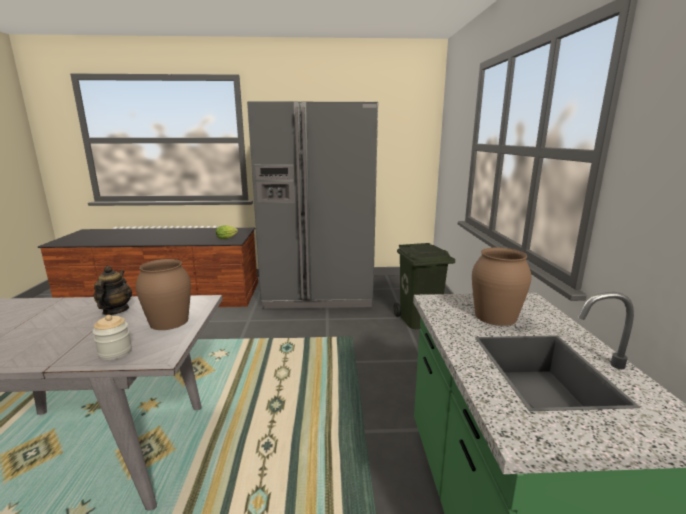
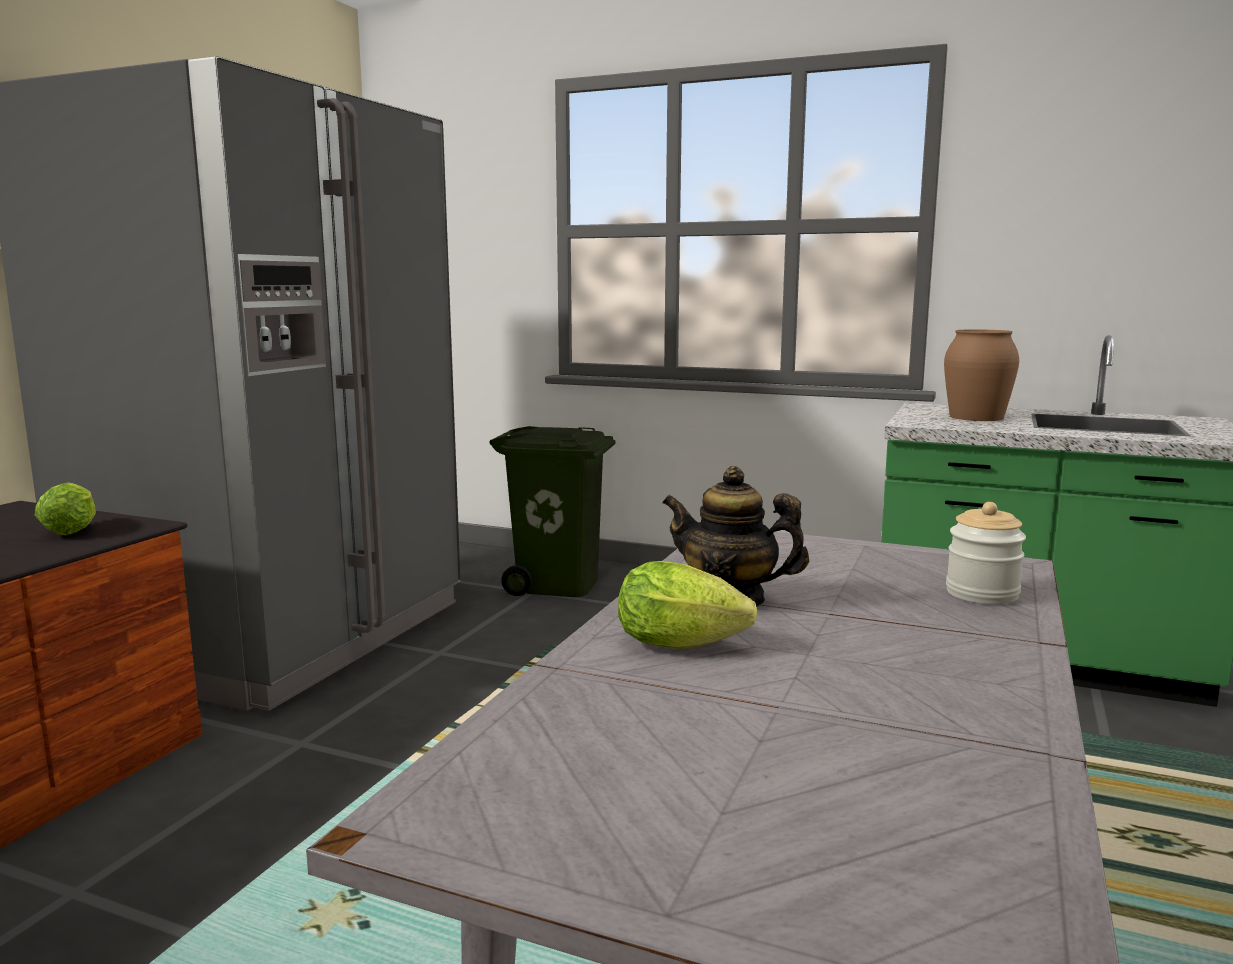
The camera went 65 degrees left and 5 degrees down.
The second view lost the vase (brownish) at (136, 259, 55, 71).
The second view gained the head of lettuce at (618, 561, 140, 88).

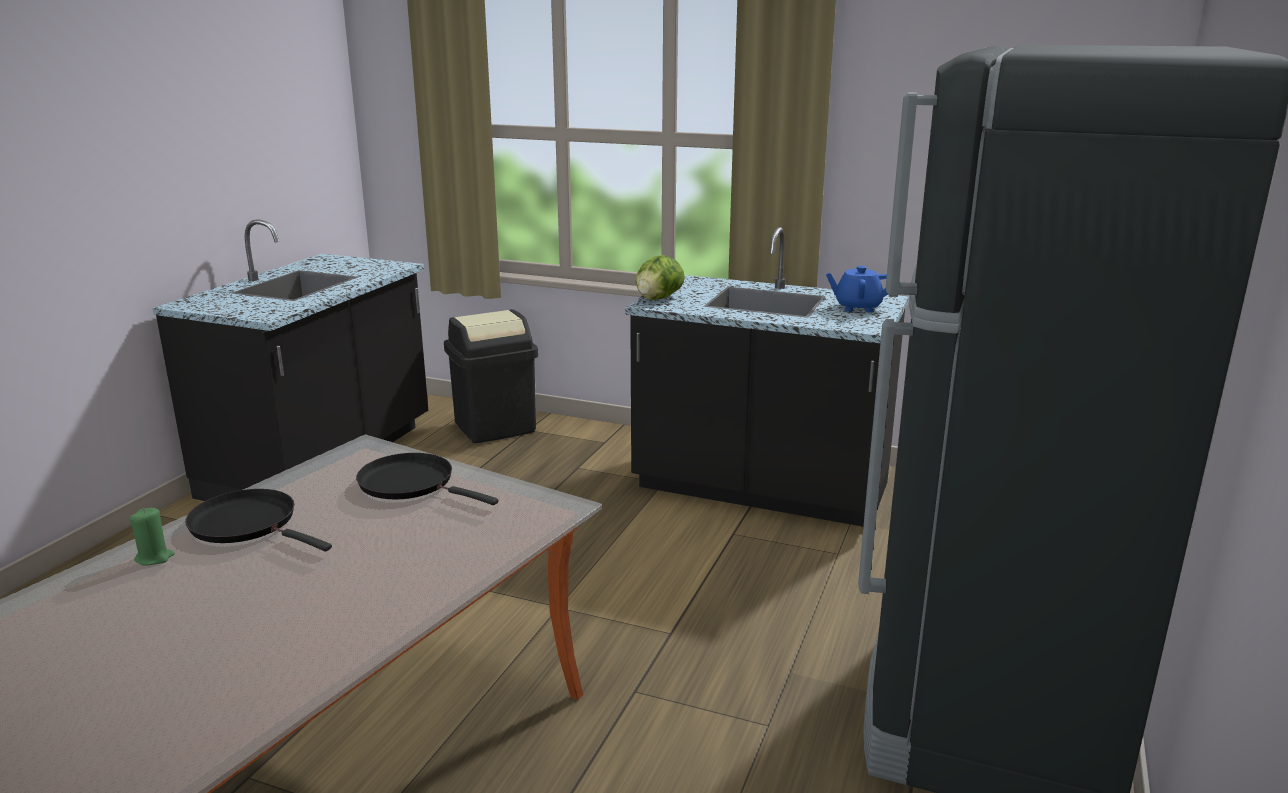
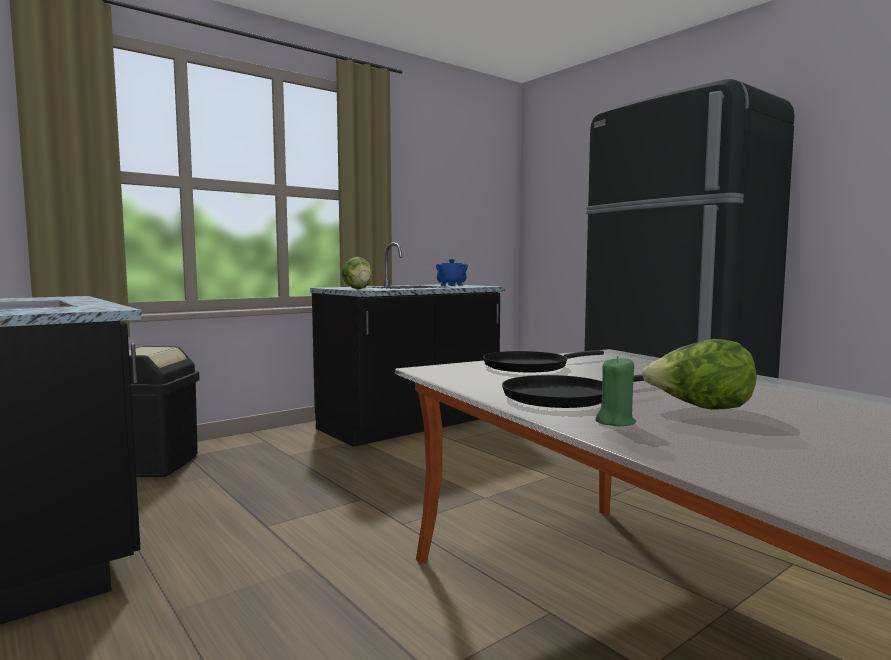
The camera went 60 degrees left and 15 degrees down.
The second view gained the head of lettuce at (642, 339, 114, 71).

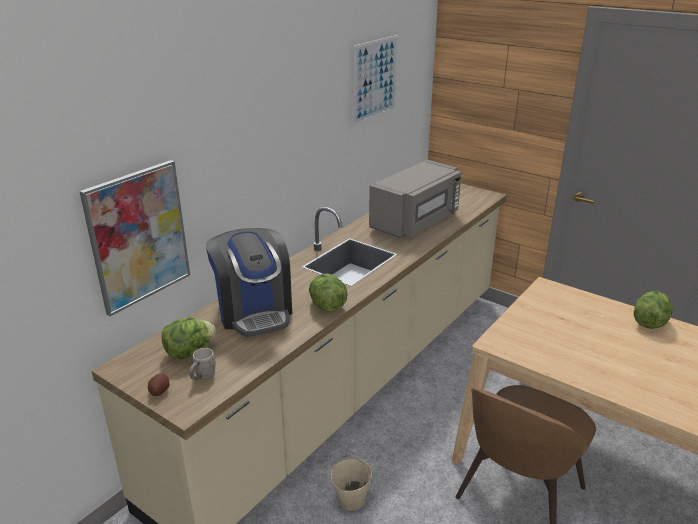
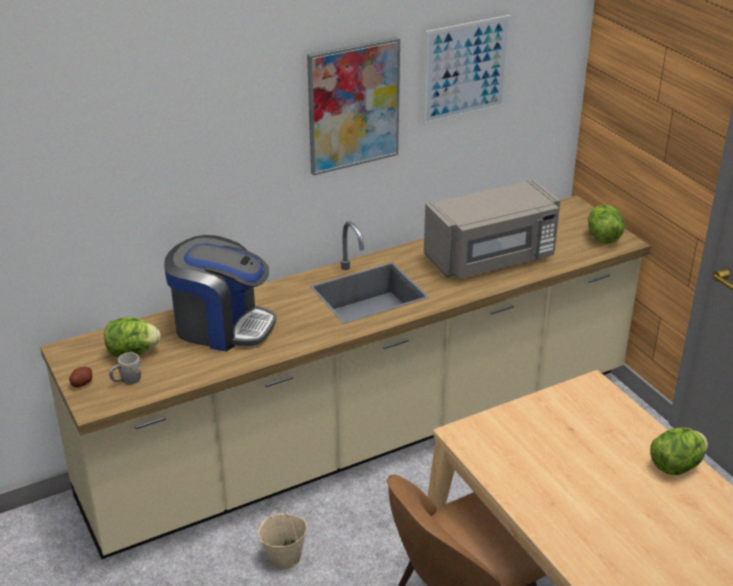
The camera went 25 degrees right and 5 degrees up.
The wall art ended up elsewhere, having gone from (79, 160, 111, 156) to (307, 37, 93, 139).
The coffee machine at (206, 228, 86, 109) ended up facing another way, 75 degrees counterclockwise from before.
The head of lettuce ended up elsewhere, having gone from (309, 274, 39, 39) to (588, 205, 37, 39).

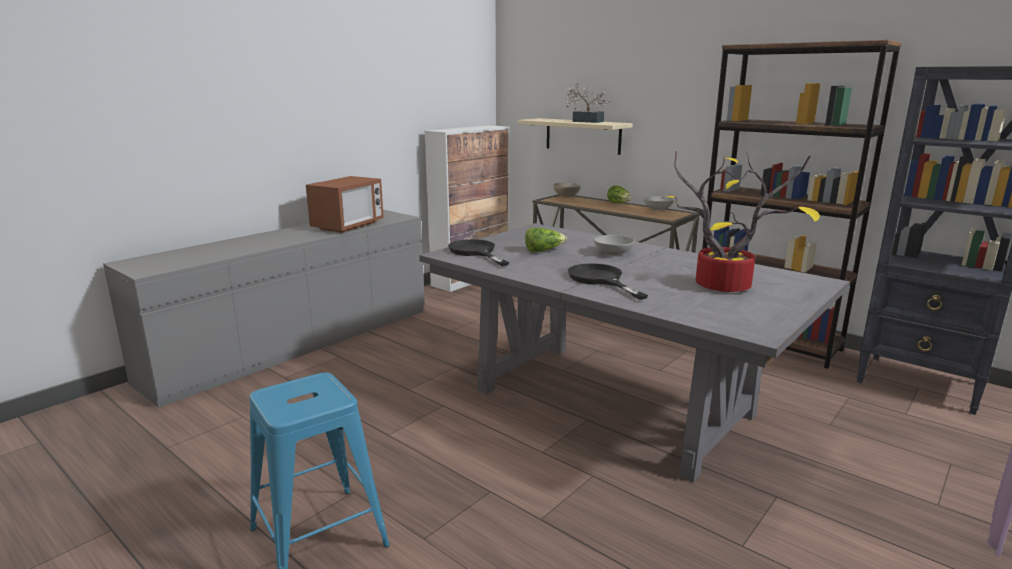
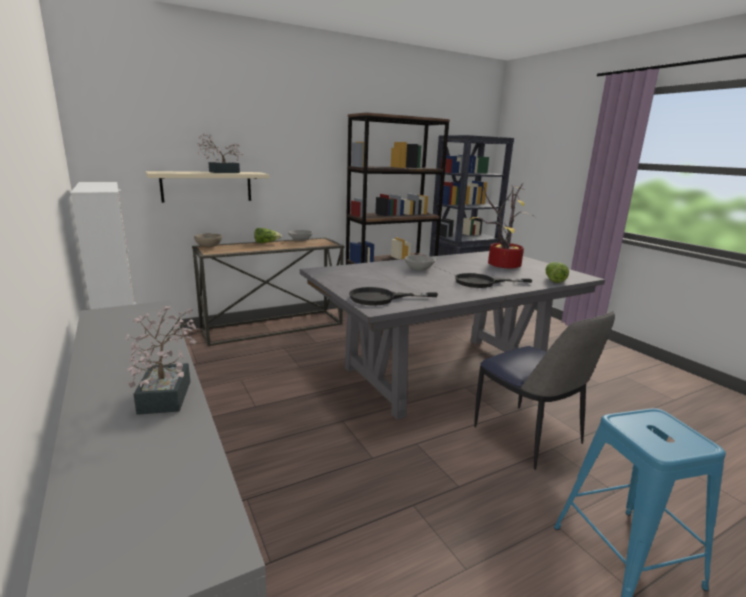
The camera went 70 degrees left and 0 degrees up.
The second view lost the microwave oven at (306, 176, 78, 57).
The head of lettuce ended up elsewhere, having gone from (525, 228, 42, 24) to (546, 262, 23, 21).
The second view gained the houseplant at (125, 306, 72, 109).
The second view gained the chair at (474, 311, 141, 159).

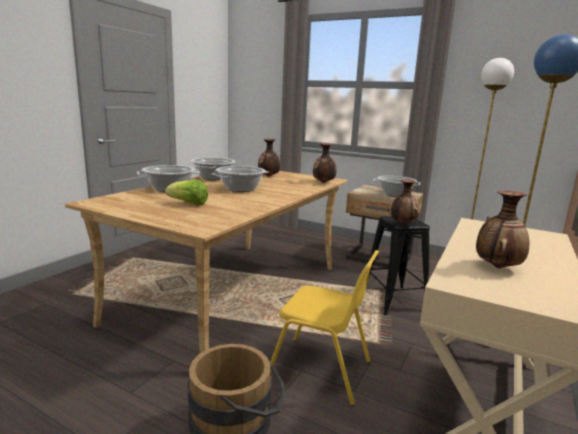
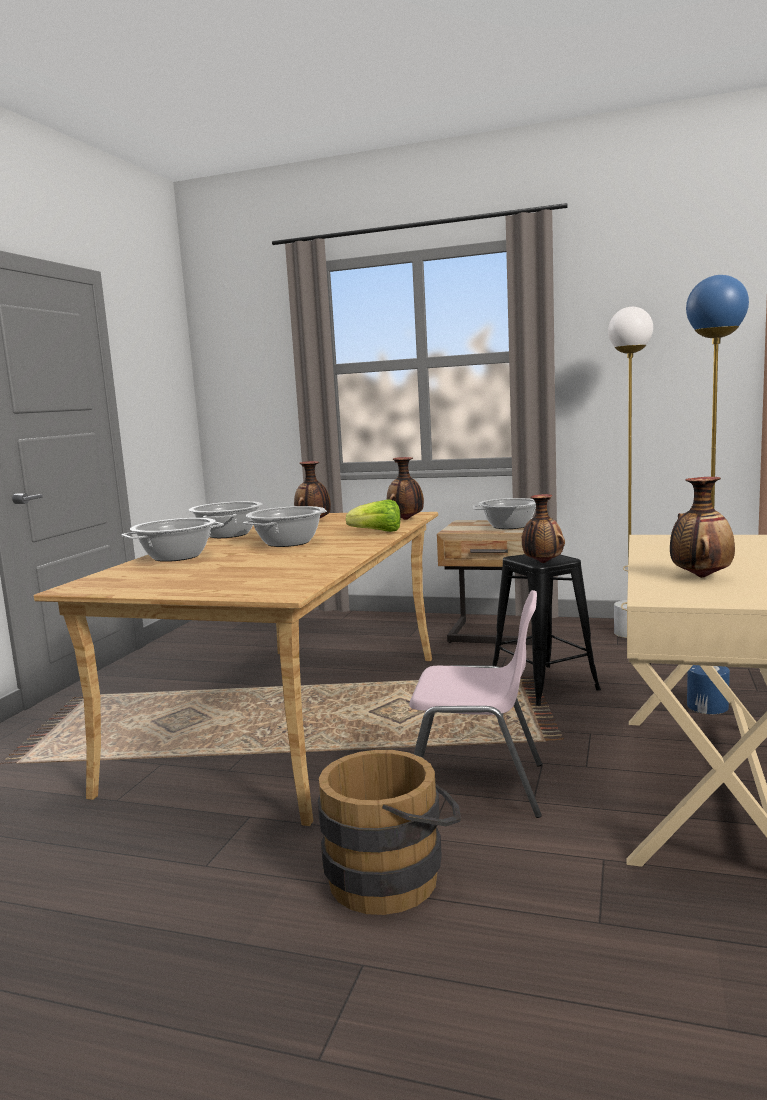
The camera went 10 degrees left and 5 degrees down.
The head of lettuce ended up elsewhere, having gone from (165, 180, 43, 25) to (346, 499, 55, 33).
What was the chair (yellowish) at (270, 250, 109, 156) turned into the chair (pink-coloured) at (409, 590, 133, 228).

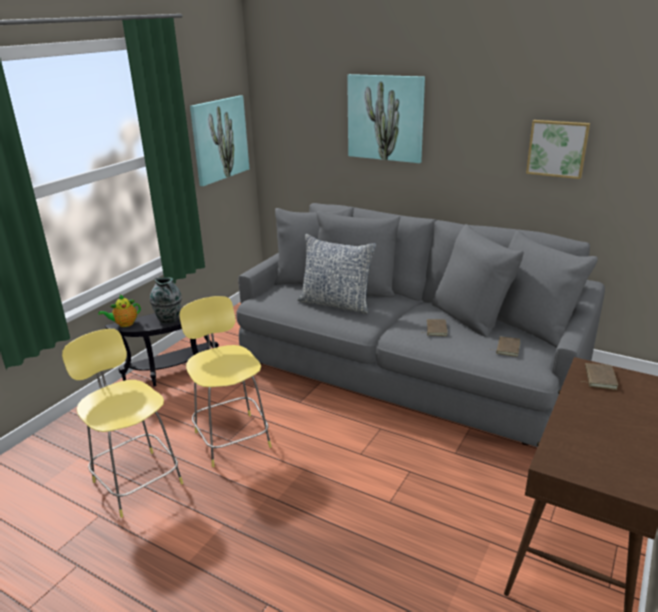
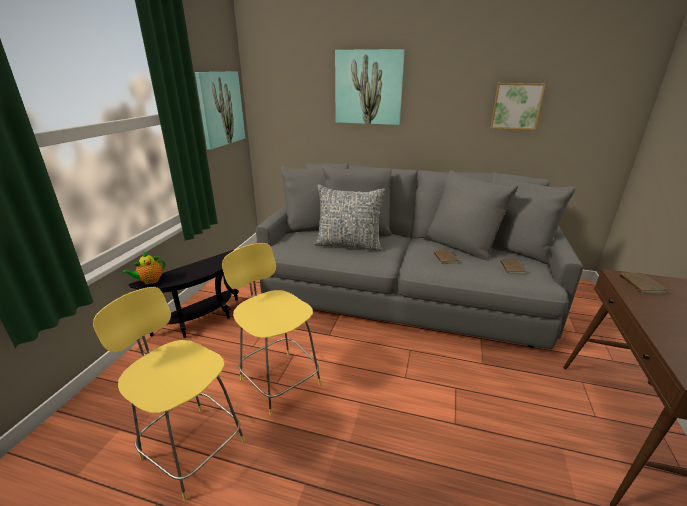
The camera went 15 degrees left and 0 degrees up.
The second view lost the vase at (150, 278, 32, 46).

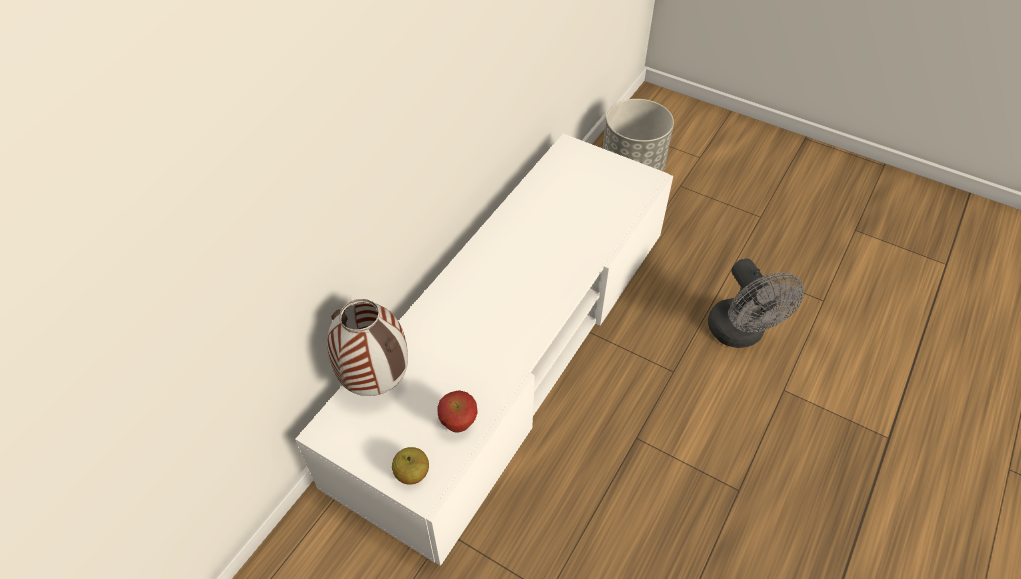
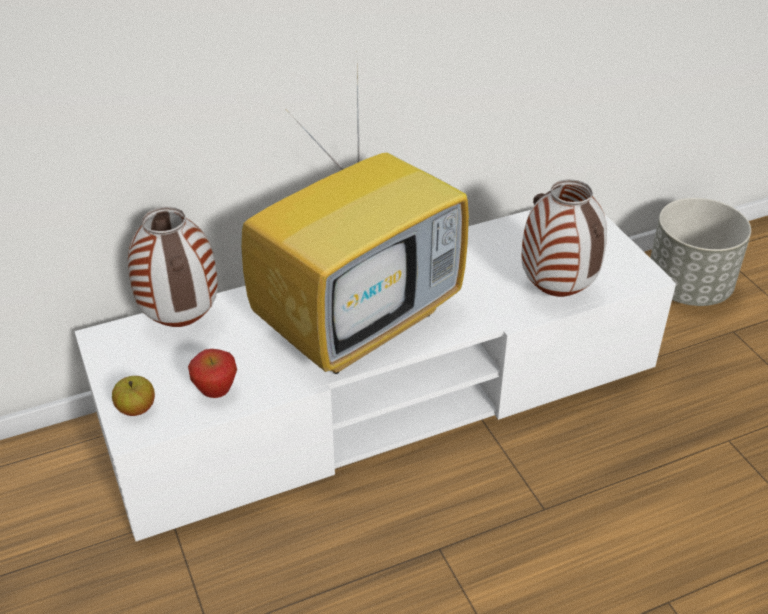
The camera went 35 degrees right and 10 degrees down.
The second view lost the cooling fan (grey) at (708, 259, 96, 89).
The second view gained the TV set at (241, 72, 228, 302).
The second view gained the vase at (522, 179, 85, 118).

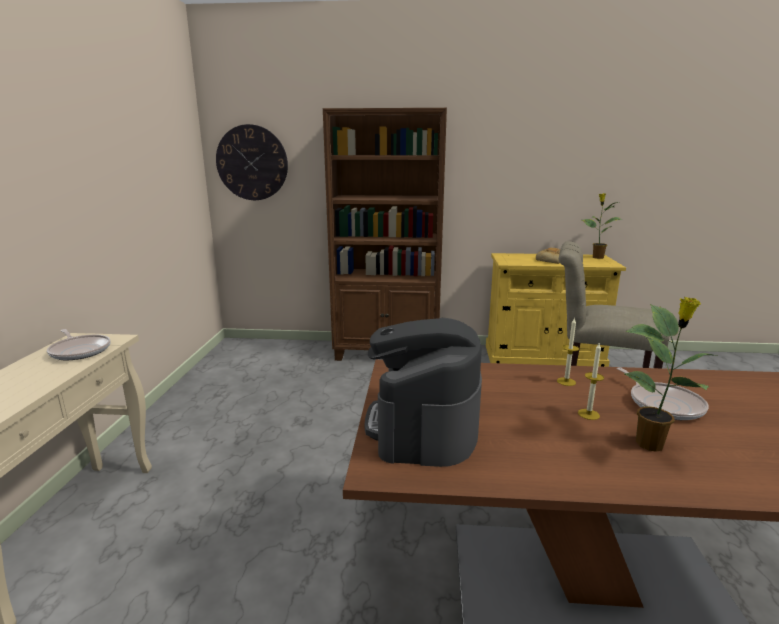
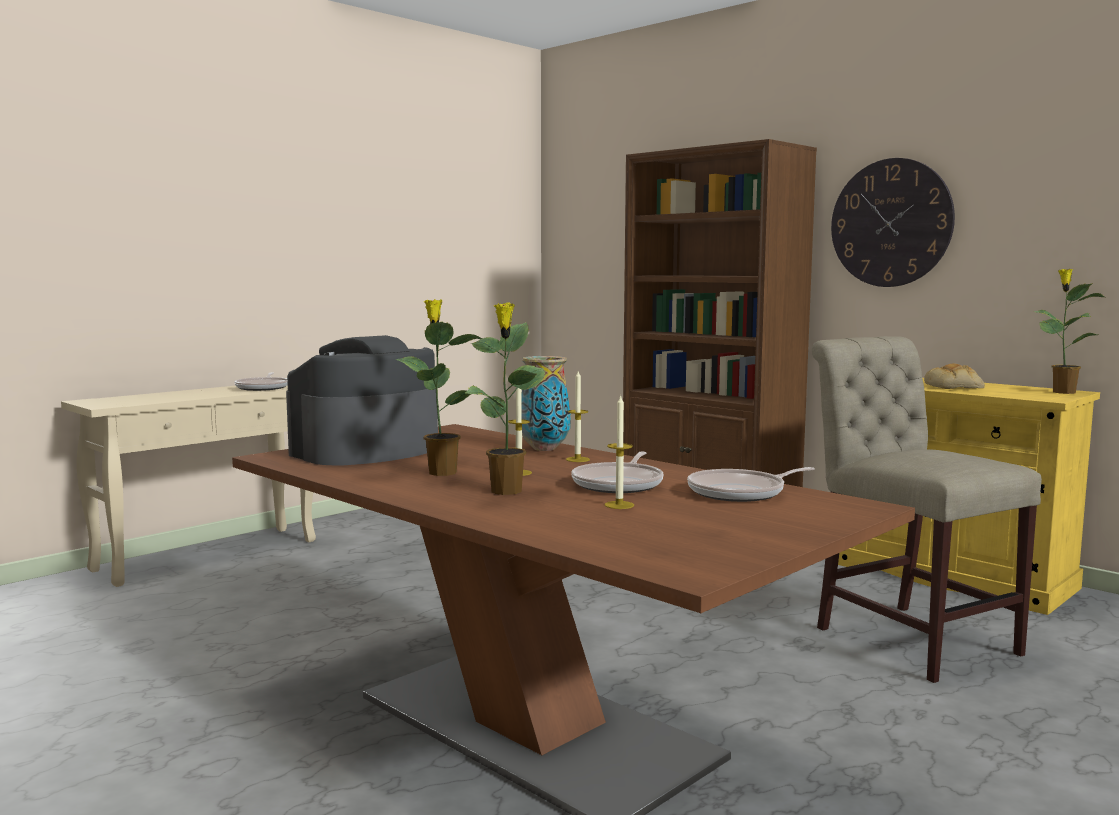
The camera went 40 degrees right and 10 degrees down.
The hanging clock ended up elsewhere, having gone from (216, 124, 72, 76) to (831, 158, 124, 129).
The second view gained the houseplant at (396, 299, 87, 177).
The second view gained the vase at (521, 356, 50, 95).
The second view gained the wax candle at (604, 395, 30, 114).
The second view gained the pan at (687, 467, 128, 35).

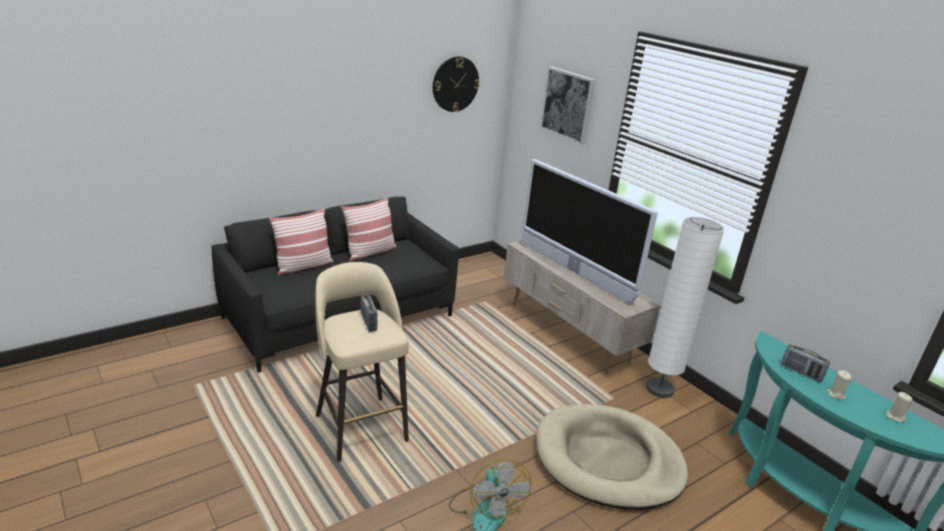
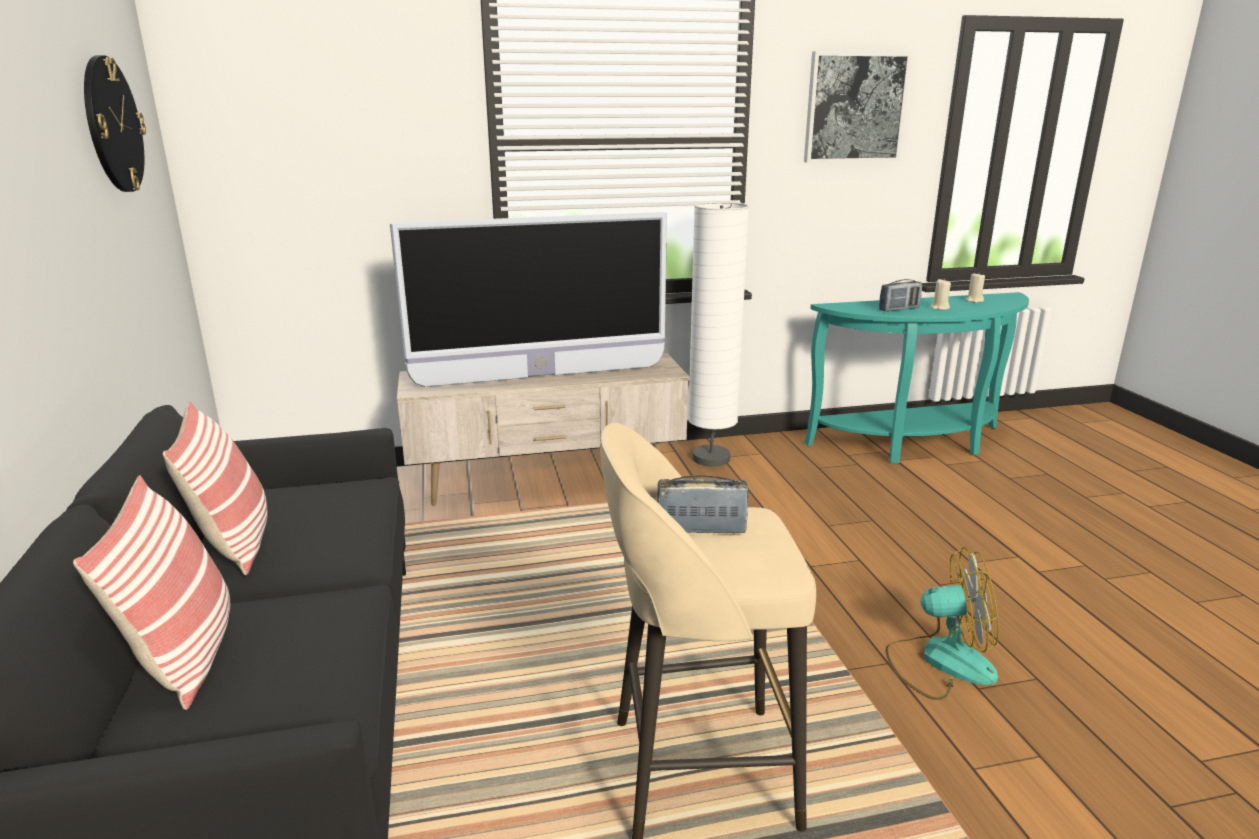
The camera went 65 degrees left and 5 degrees down.
The wall art ended up elsewhere, having gone from (540, 66, 56, 79) to (804, 51, 108, 112).
The second view lost the dog cushion (beige) at (536, 404, 152, 106).

